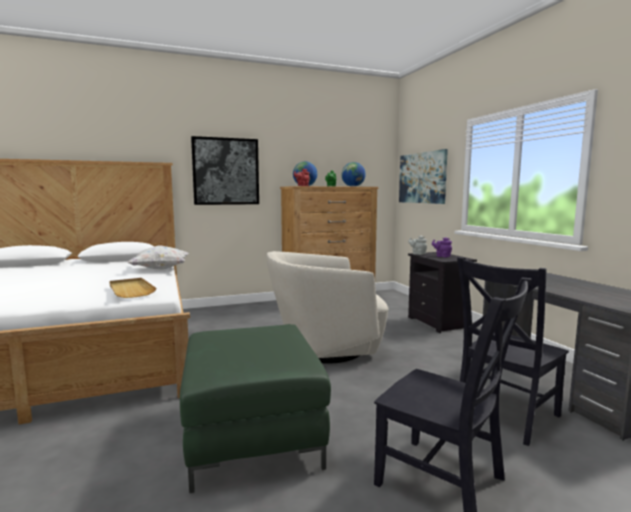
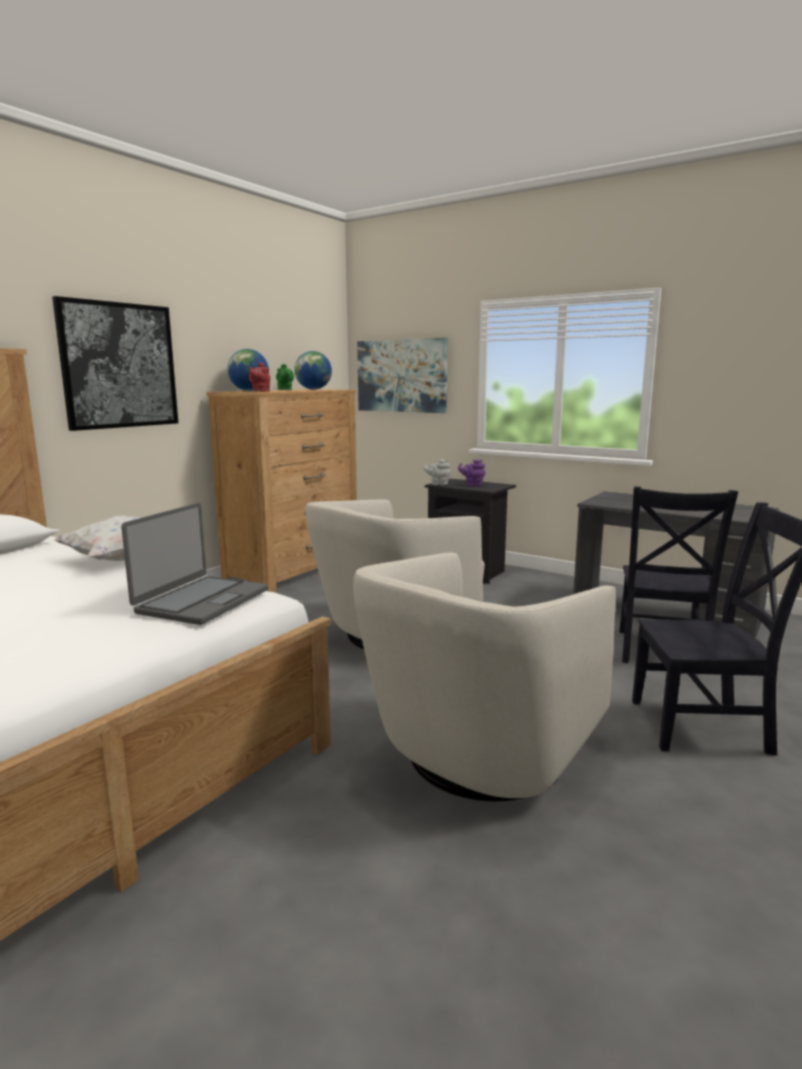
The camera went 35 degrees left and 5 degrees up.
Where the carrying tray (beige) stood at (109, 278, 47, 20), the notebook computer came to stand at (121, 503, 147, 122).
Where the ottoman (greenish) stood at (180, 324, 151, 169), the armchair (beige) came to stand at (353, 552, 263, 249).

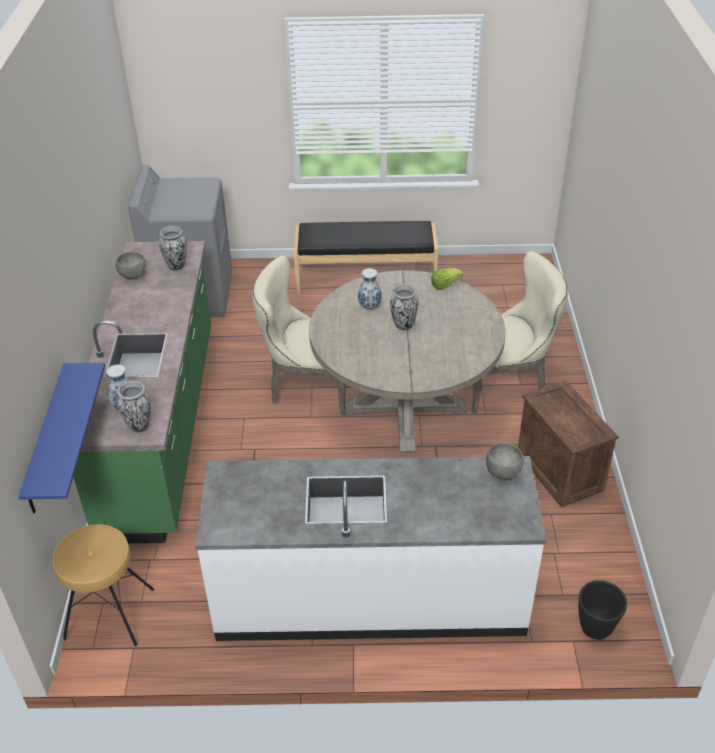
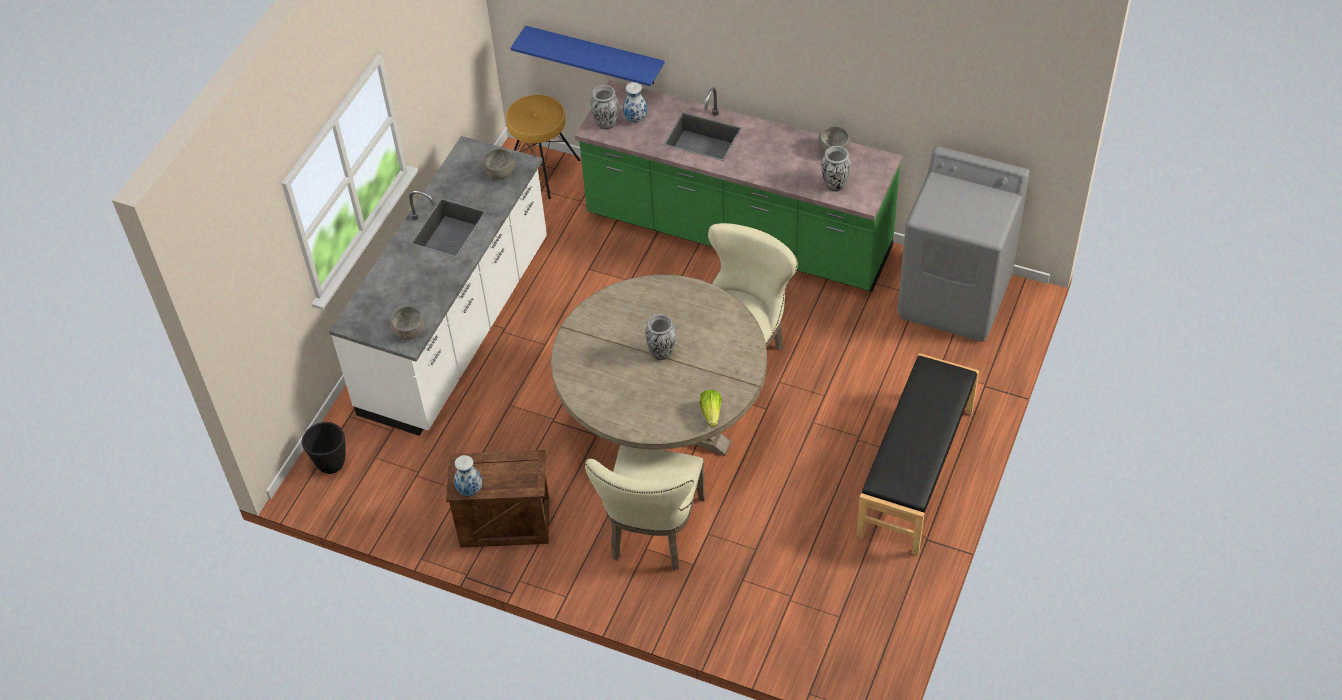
The camera went 115 degrees right and 10 degrees up.
The vase ended up elsewhere, having gone from (358, 268, 24, 41) to (454, 455, 28, 41).
The second view gained the bowl (grey) at (483, 149, 31, 31).

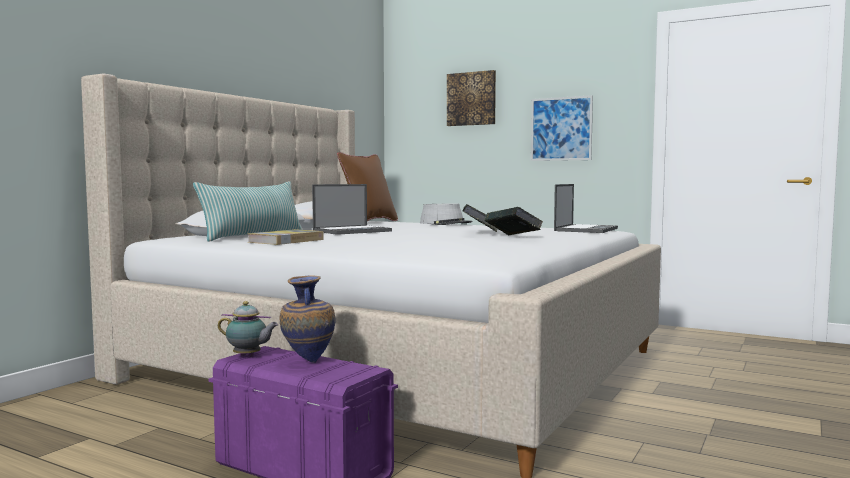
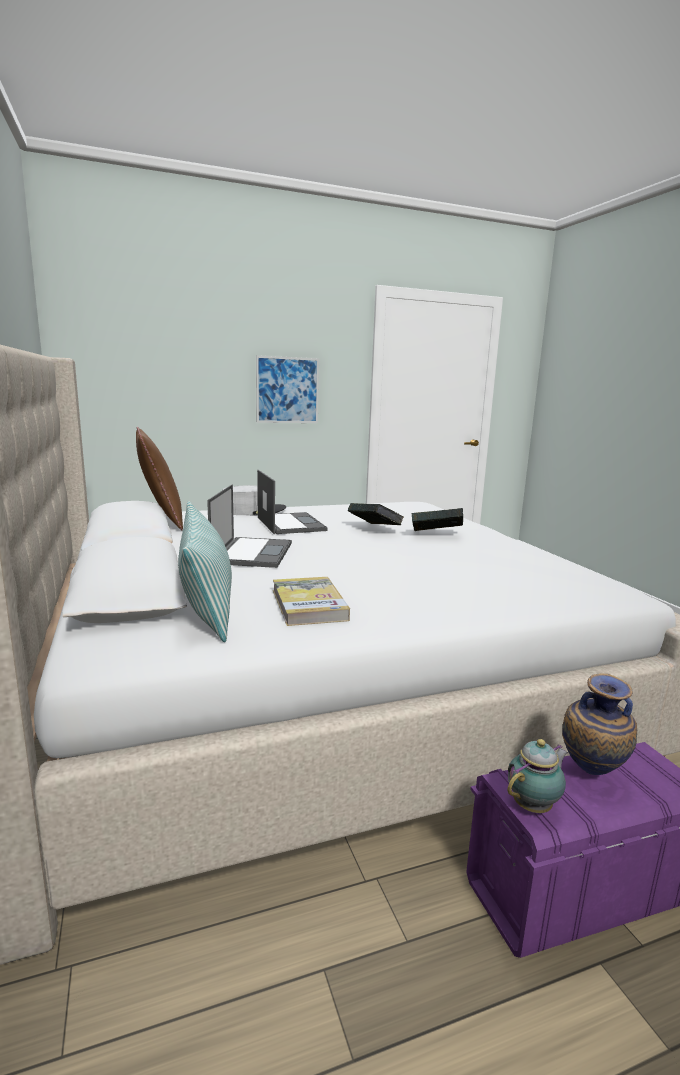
The camera went 50 degrees left and 10 degrees up.
The second view lost the wall art at (447, 70, 49, 56).
The notebook computer ended up elsewhere, having gone from (554, 184, 64, 49) to (257, 470, 71, 64).

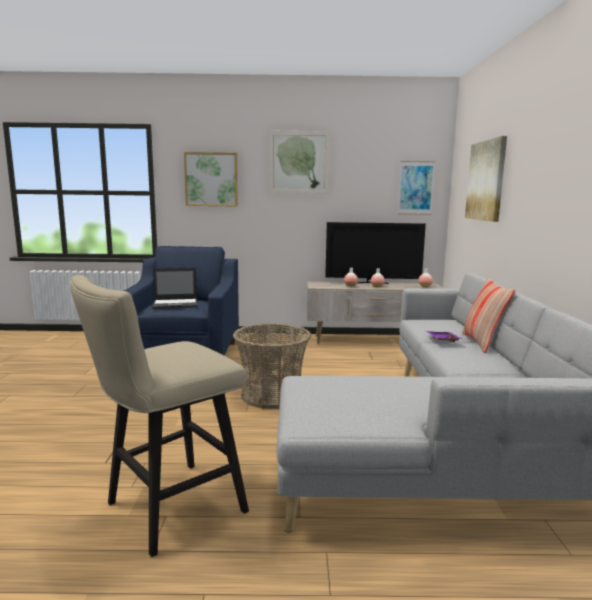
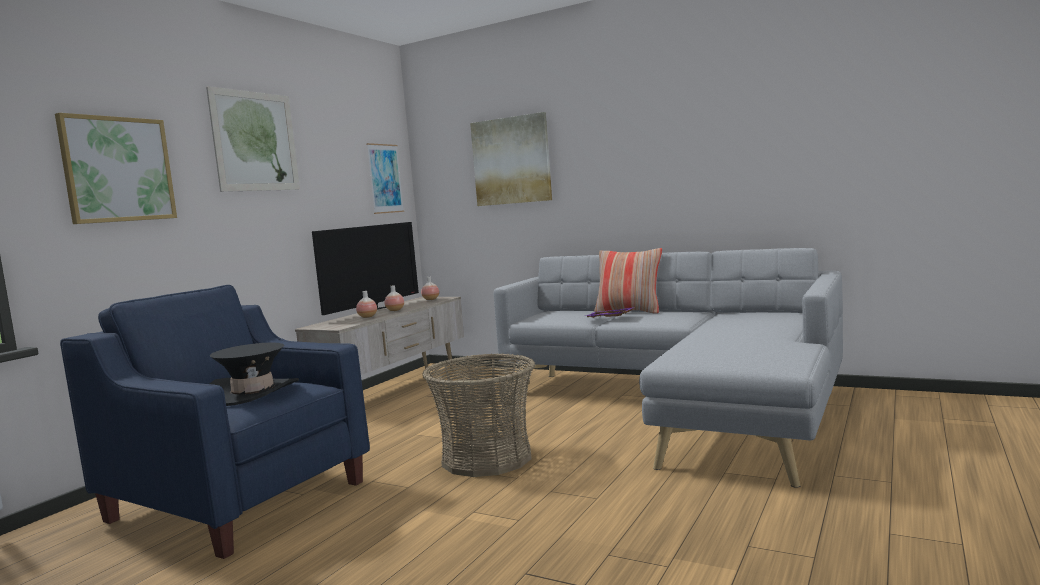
The camera went 60 degrees left and 5 degrees down.
Where the notebook computer stood at (152, 268, 45, 41), the wearable hat (black) came to stand at (210, 342, 89, 64).
The second view lost the stool seat (beige) at (70, 275, 179, 282).

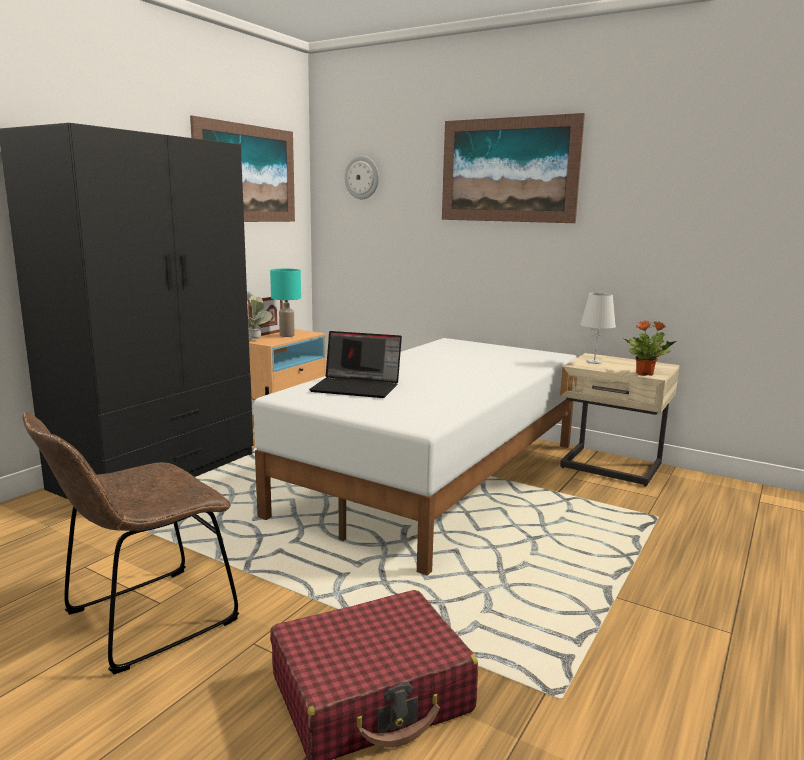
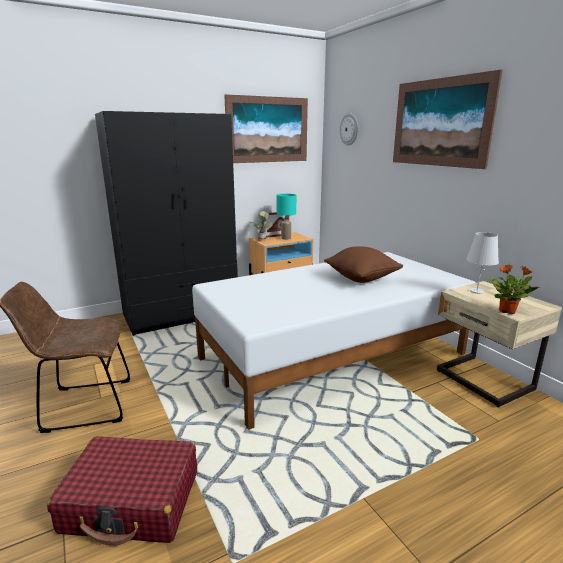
The camera went 30 degrees right and 5 degrees up.
The second view lost the notebook computer at (309, 331, 93, 67).
The second view gained the cushion (brownish) at (324, 246, 79, 37).

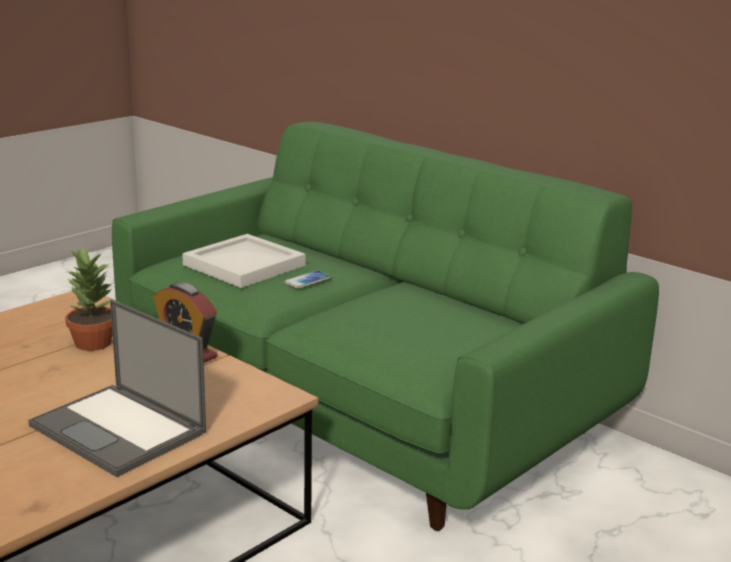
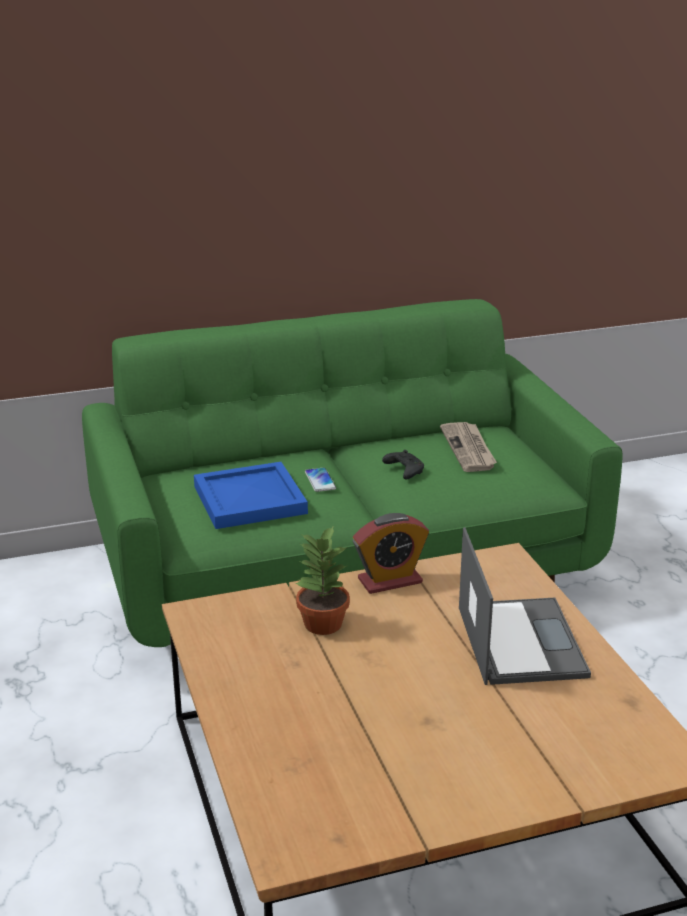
The camera went 60 degrees left and 5 degrees up.
What was the carrying tray (white-coloured) at (182, 234, 124, 54) turned into the carrying tray (blue-coloured) at (194, 462, 114, 67).
The notebook computer at (28, 299, 178, 178) ended up facing another way, 75 degrees counterclockwise from before.
The second view gained the newspaper at (440, 422, 57, 50).
The second view gained the game controller (black) at (382, 450, 42, 30).

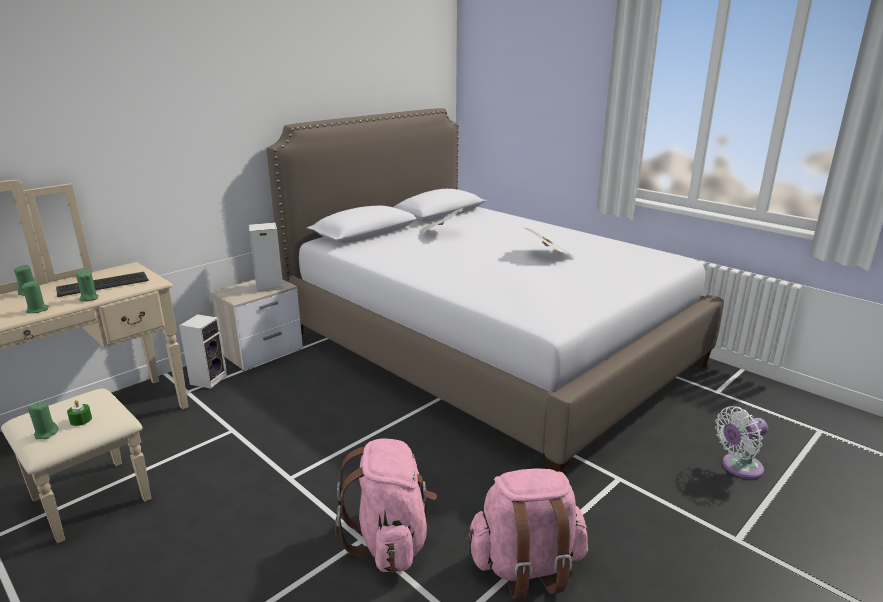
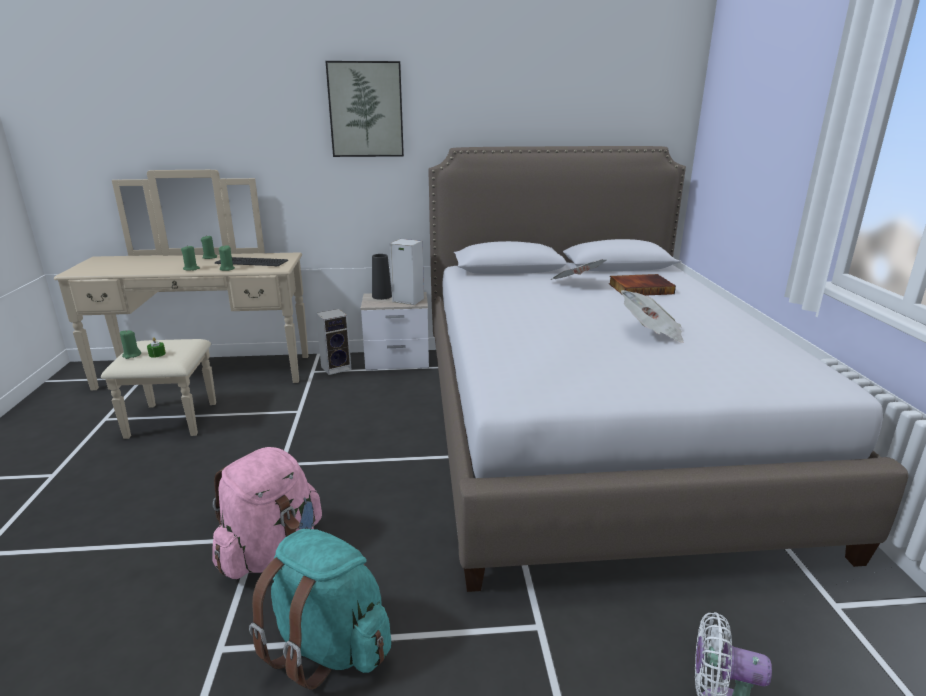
The camera went 40 degrees right and 0 degrees up.
What was the backpack (pink-coloured) at (466, 468, 122, 131) turned into the backpack (turquoise-coloured) at (249, 529, 142, 161).
The second view gained the wall art at (325, 61, 79, 96).
The second view gained the vase (black) at (372, 254, 20, 46).
The second view gained the book at (609, 274, 67, 22).

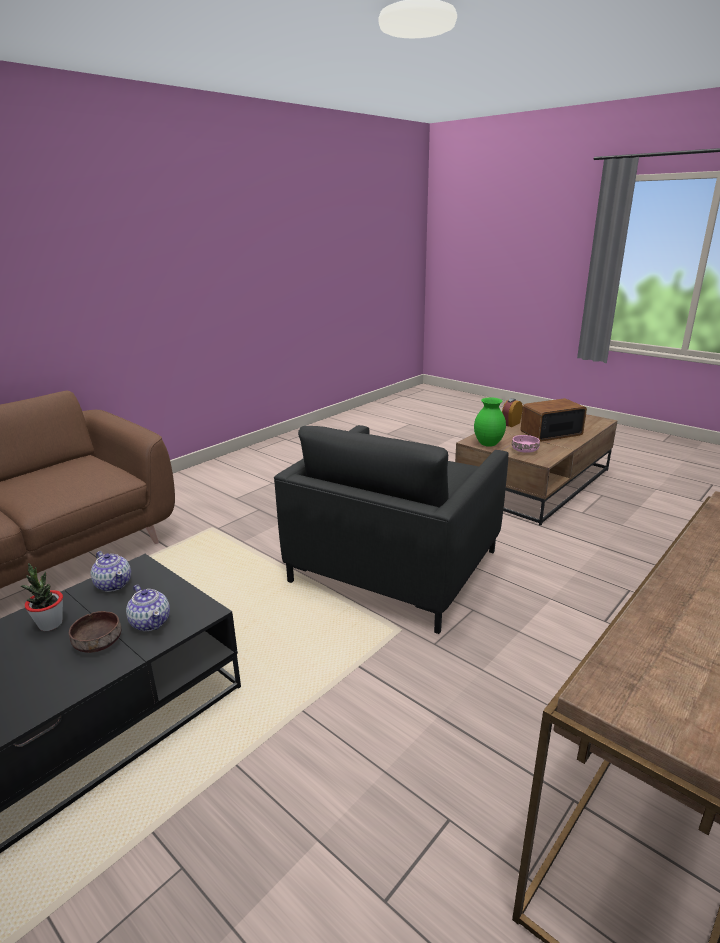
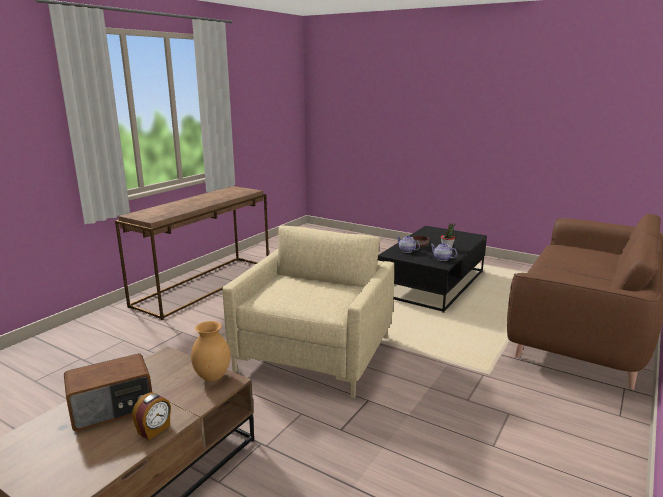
The camera went 170 degrees right and 5 degrees down.
What was the vase (greenish) at (474, 397, 32, 50) turned into the vase (brownish) at (191, 321, 40, 60).
What was the armchair (black) at (274, 425, 235, 209) turned into the armchair (beige) at (222, 226, 172, 172).
The second view lost the bowl (pink-coloured) at (512, 435, 28, 18).

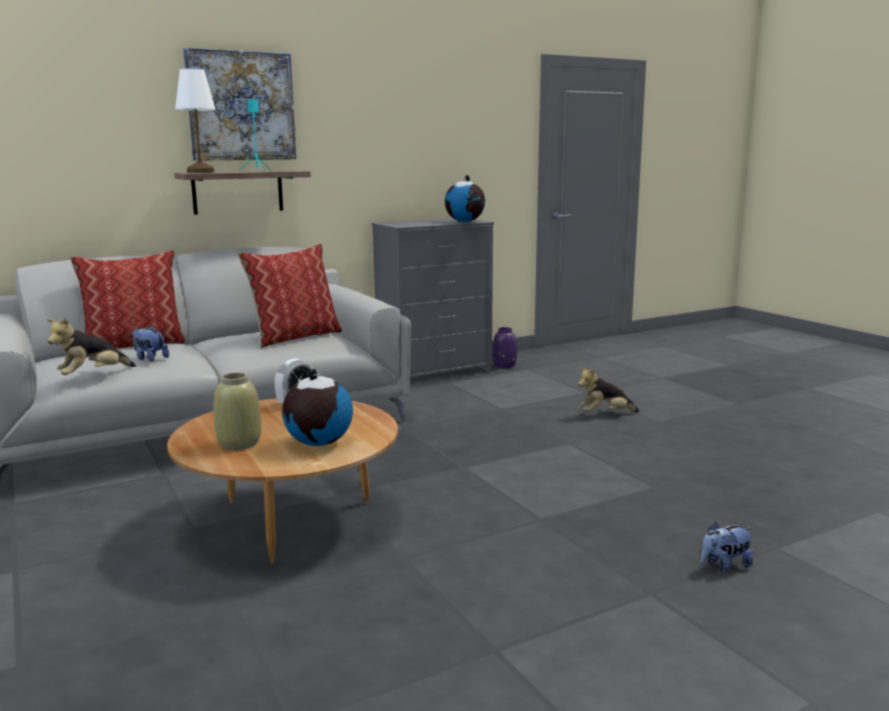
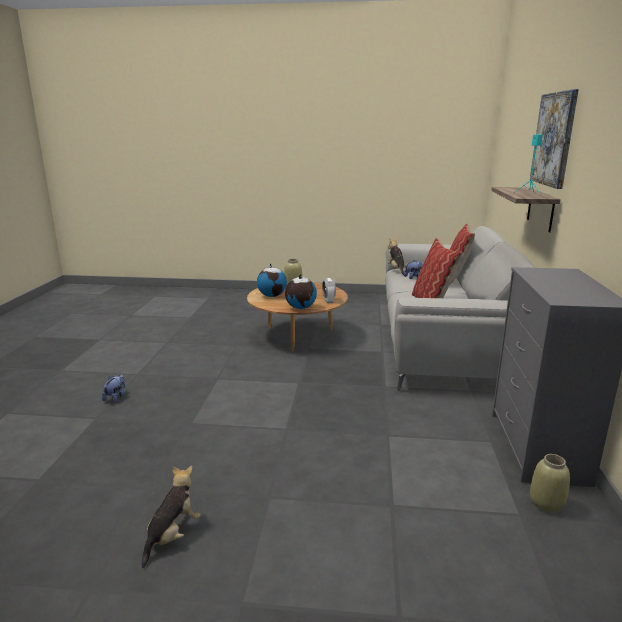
The camera went 125 degrees right and 5 degrees up.
The second view lost the tabletop lamp (white-coloured) at (175, 69, 41, 104).
The desk globe ended up elsewhere, having gone from (445, 175, 40, 47) to (285, 274, 32, 35).
What was the vase (purple-coloured) at (493, 327, 24, 41) turned into the vase (beige) at (530, 454, 40, 59).
The soft toy ended up elsewhere, having gone from (578, 367, 61, 45) to (142, 466, 59, 102).

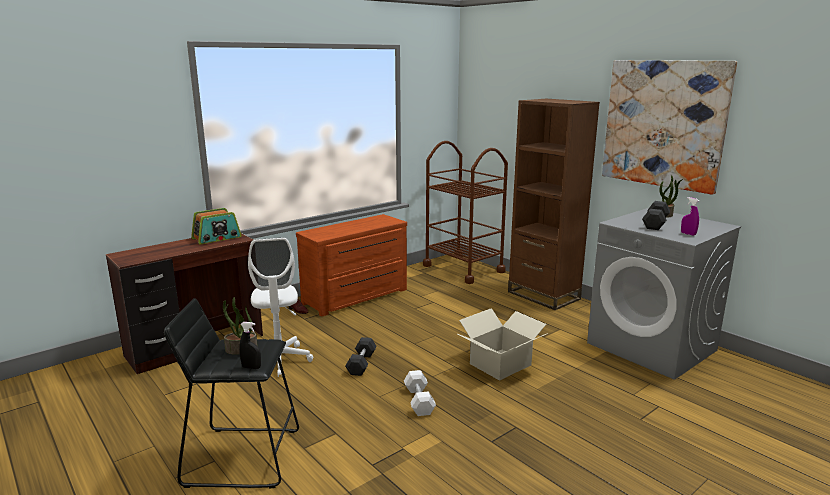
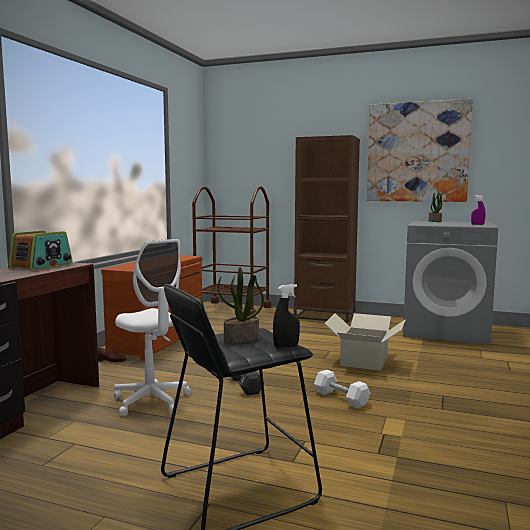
The camera went 30 degrees left and 10 degrees down.
The second view lost the dumbbell (black) at (642, 201, 28, 29).

